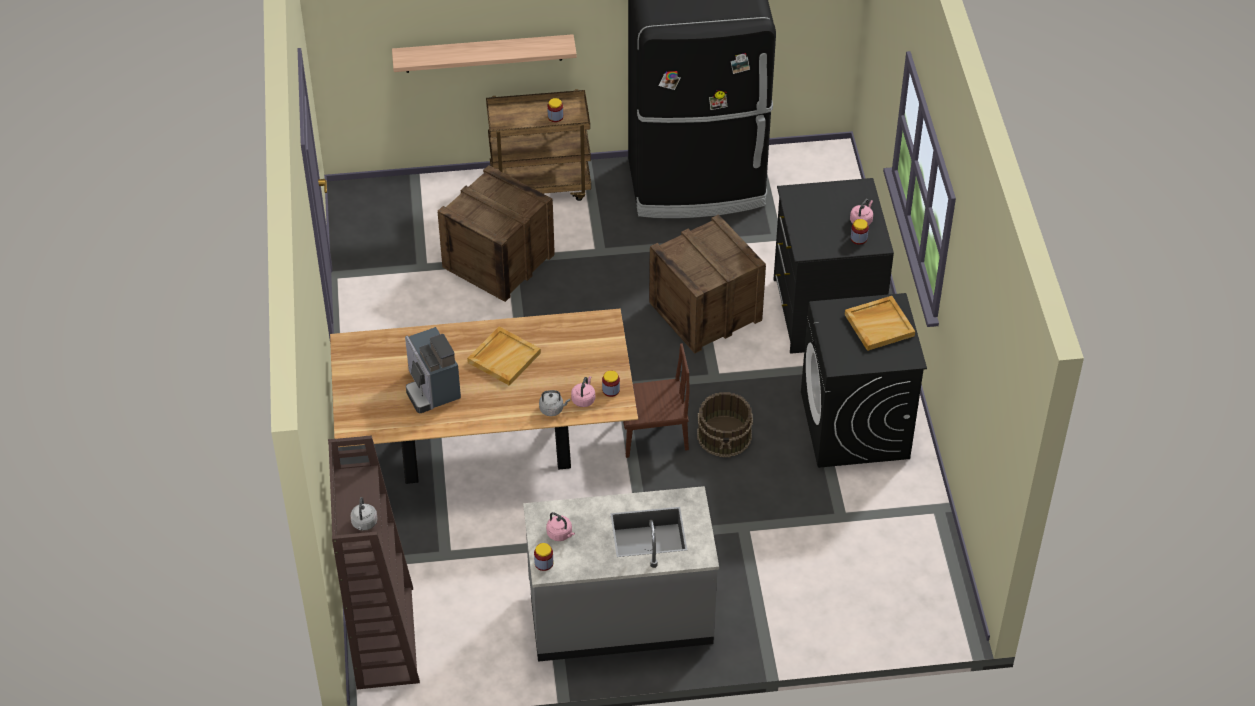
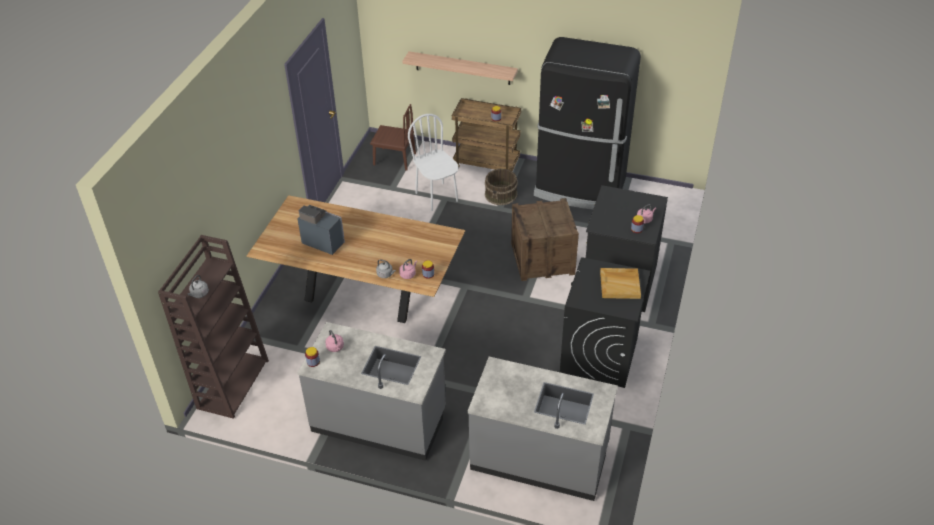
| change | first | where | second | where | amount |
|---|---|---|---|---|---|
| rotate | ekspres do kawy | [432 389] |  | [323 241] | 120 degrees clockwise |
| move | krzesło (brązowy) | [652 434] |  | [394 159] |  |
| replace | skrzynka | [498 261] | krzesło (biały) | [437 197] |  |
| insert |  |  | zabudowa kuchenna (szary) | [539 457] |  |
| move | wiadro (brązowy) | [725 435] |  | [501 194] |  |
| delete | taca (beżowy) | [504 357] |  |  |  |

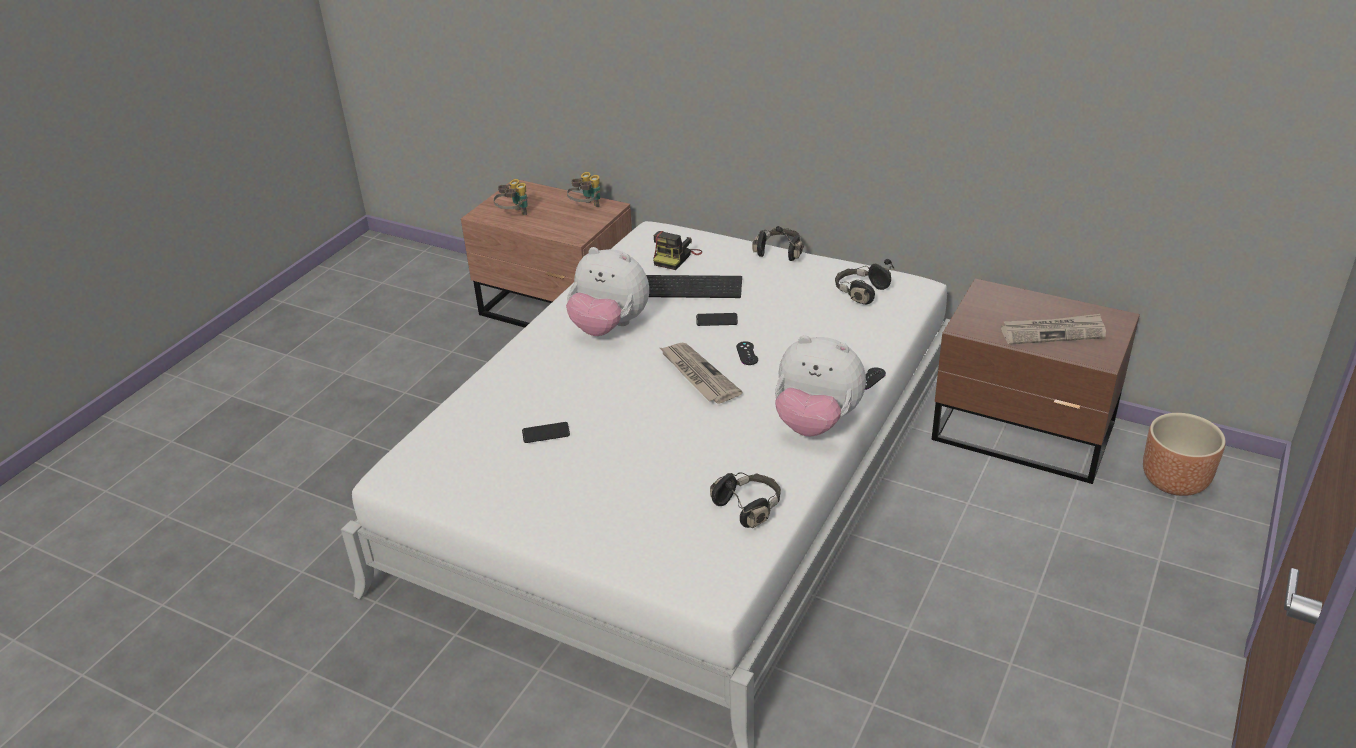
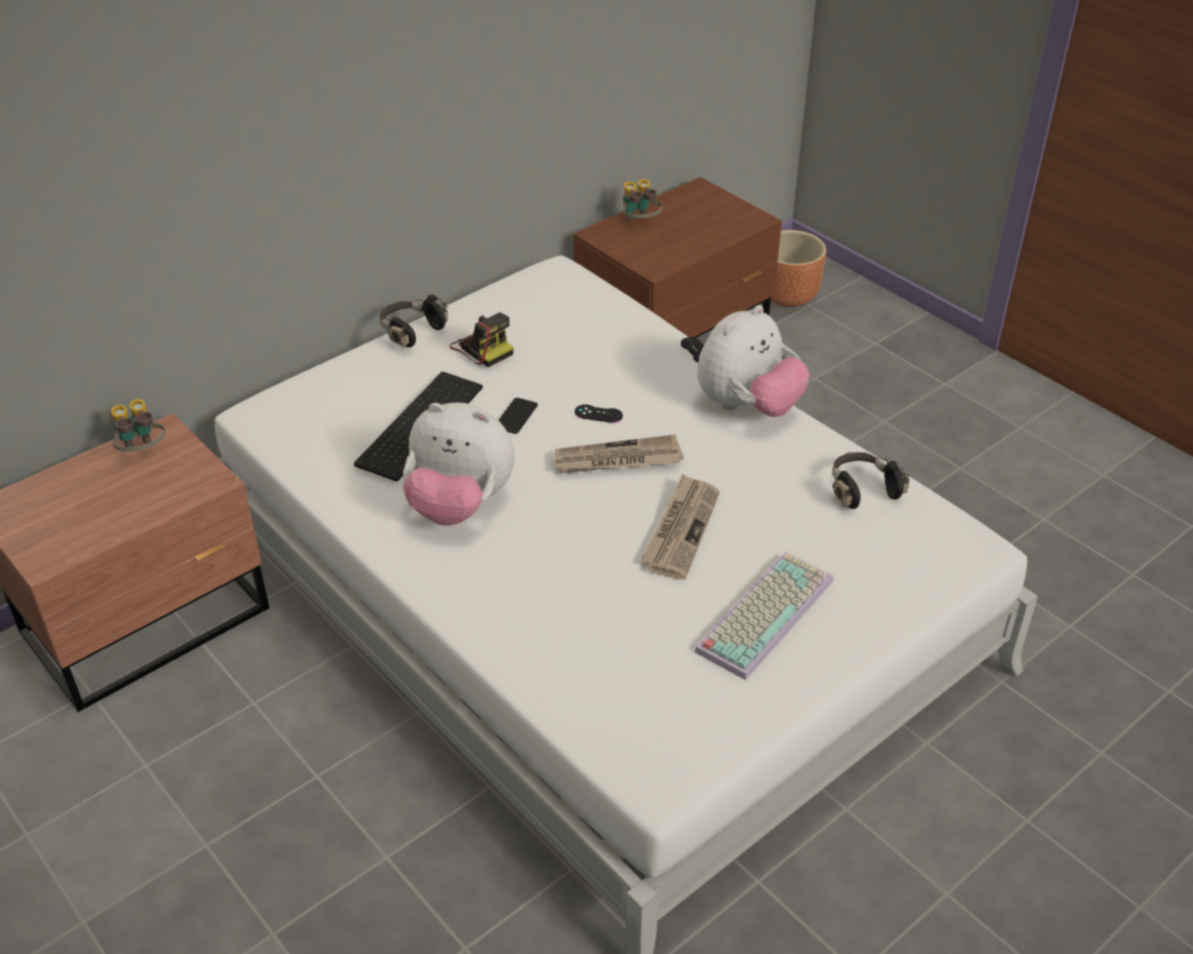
| change | first | where | second | where | amount |
|---|---|---|---|---|---|
| rotate | pluszak | [609 327] |  | [459 505] | 60 degrees clockwise |
| move | aparat fotograficzny | [676 257] |  | [482 348] |  |
| move | lornetka | [514 215] |  | [639 224] |  |
| move | gazeta | [1053 332] |  | [680 529] |  |
| insert |  |  | klawiatura | [764 612] |  |
| delete | telefon | [546 433] |  |  |  |
| delete | słuchawki (czarny) | [861 292] |  |  |  |

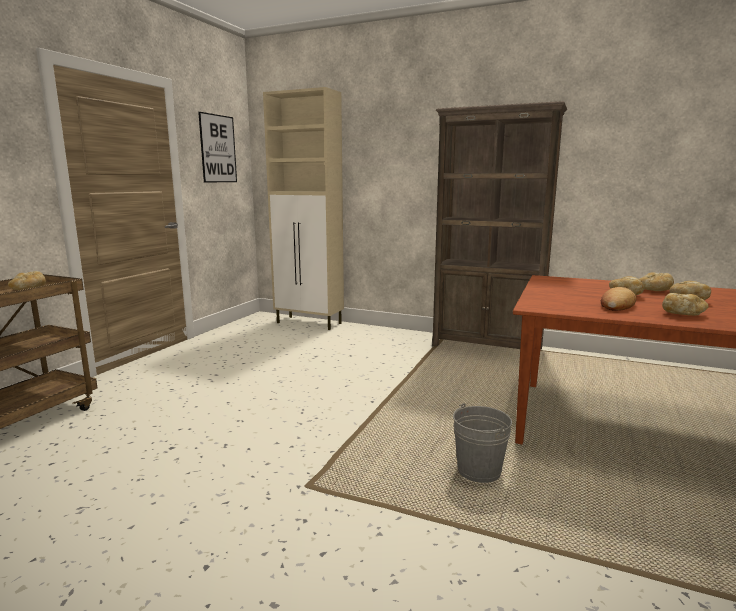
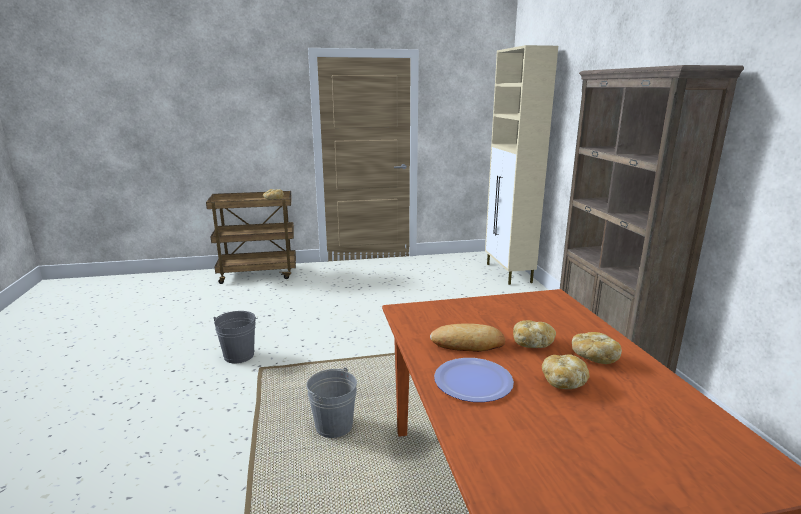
| change | first | where | second | where | amount |
|---|---|---|---|---|---|
| insert |  |  | wiadro (szary) | [239 355] |  |
| replace | chleb | [682 314] | talerz | [473 381] |  |
| delete | obraz | [218 149] |  |  |  |

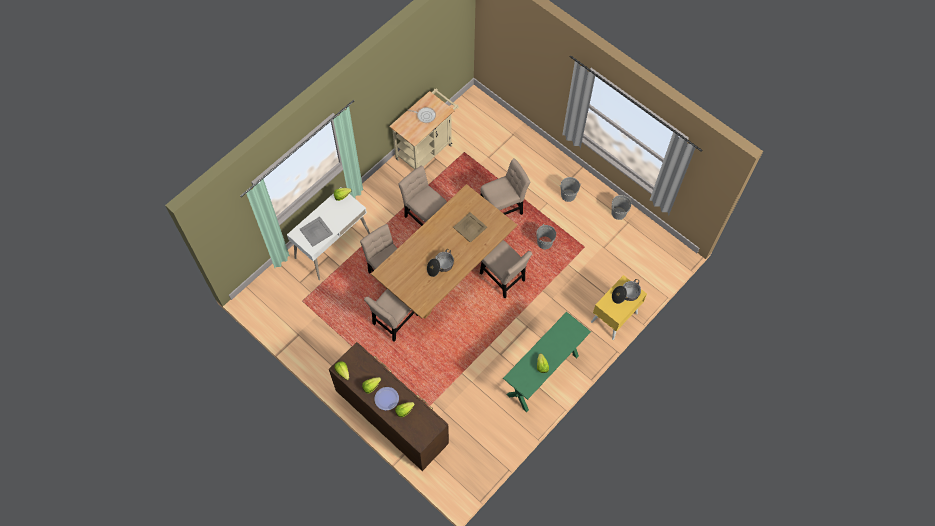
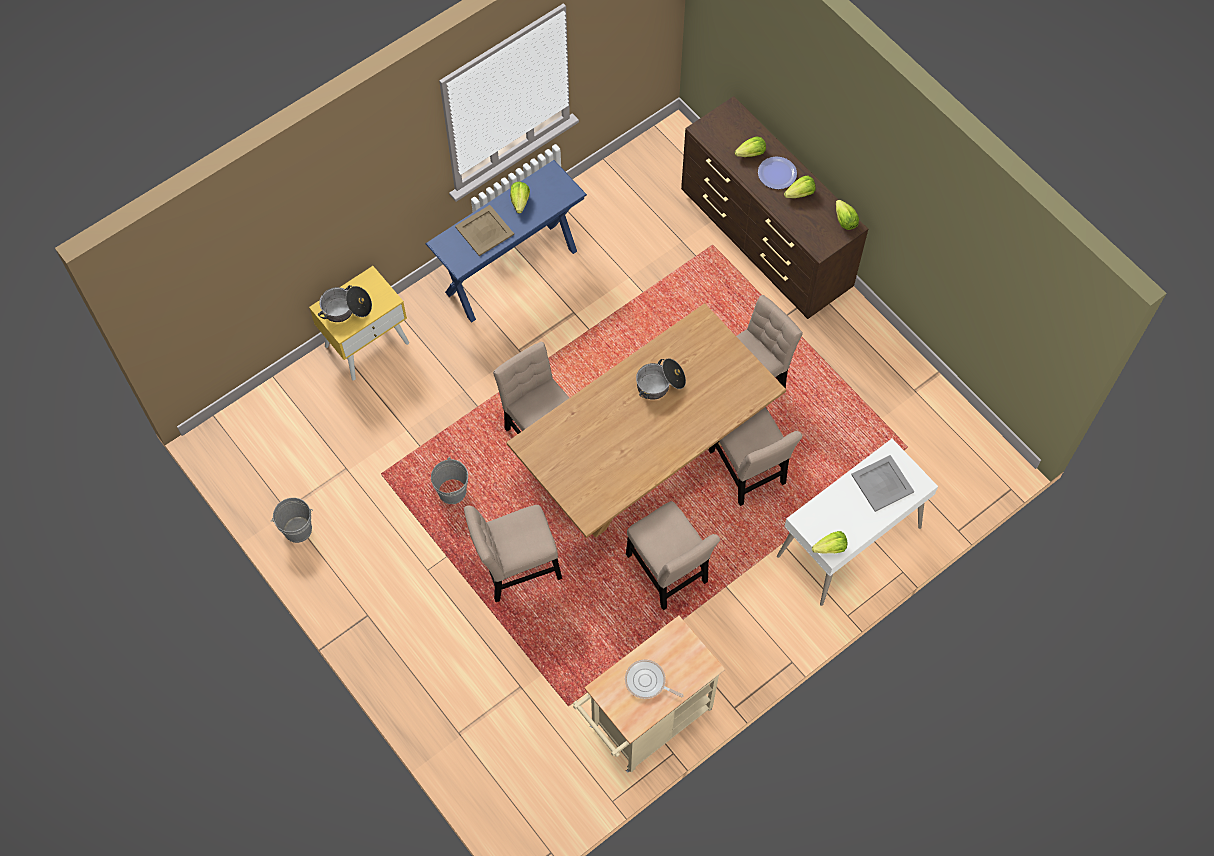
| change | first | where | second | where | amount |
|---|---|---|---|---|---|
| recolor | stolik konsolowy (zielony) | [542 375] | stolik konsolowy (niebieski) | [511 271] |  |
| move | taca (beżowy) | [470 227] |  | [484 231] |  |
| delete | wiadro (szary) | [568 195] |  |  |  |

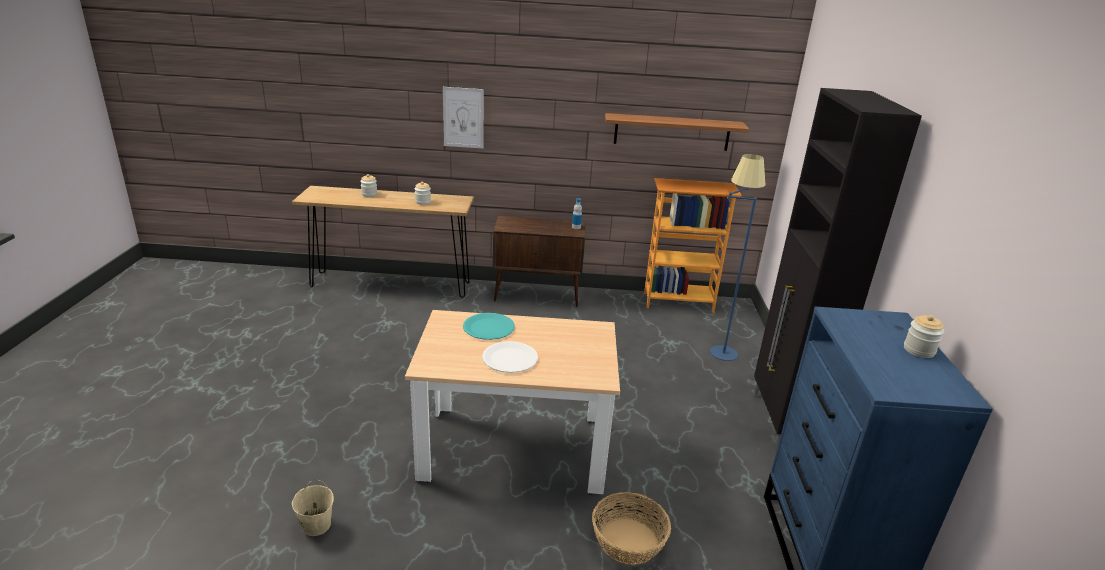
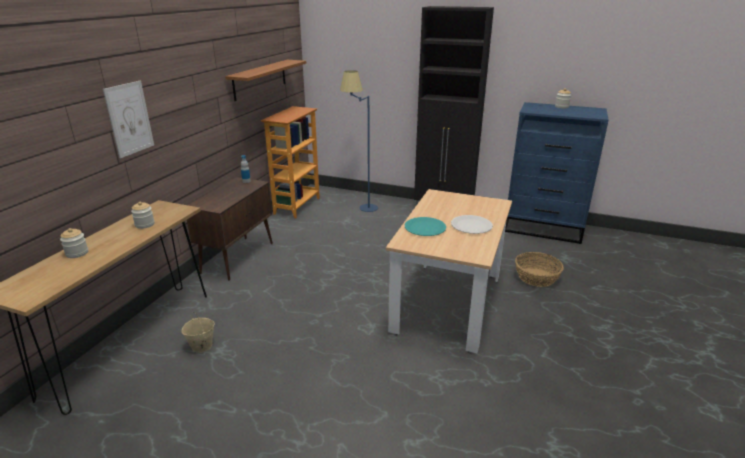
| change | first | where | second | where | amount |
|---|---|---|---|---|---|
| move | wiadro (beżowy) | [316 525] |  | [201 346] |  |

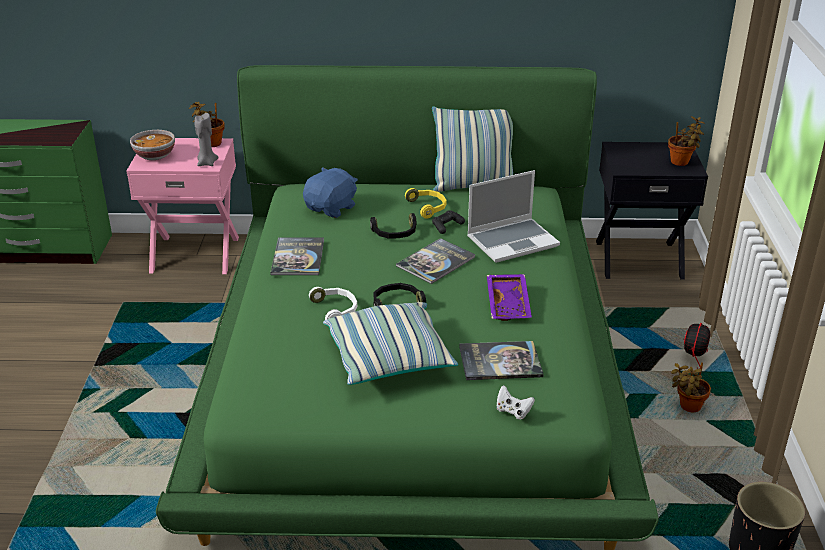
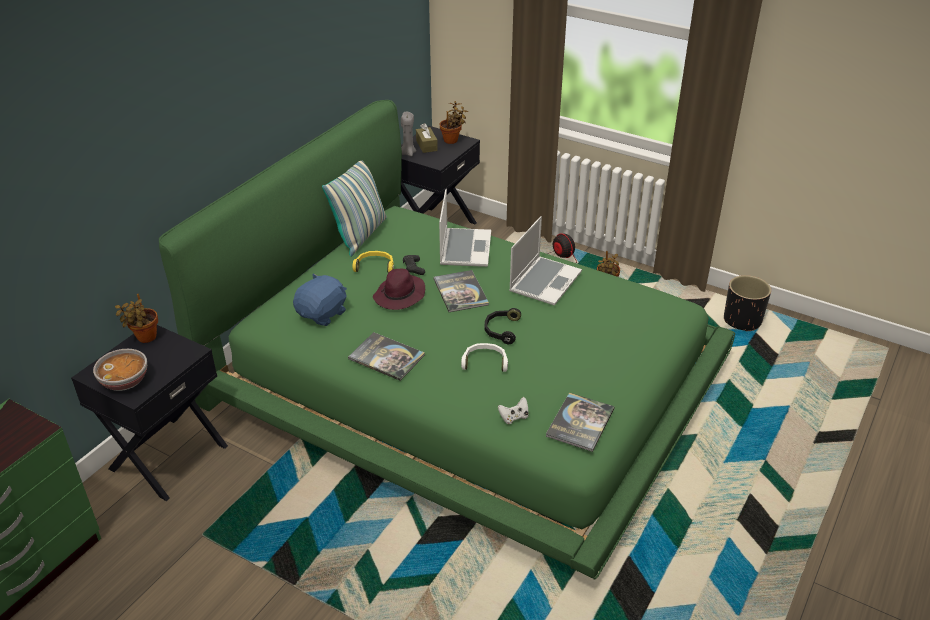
| change | first | where | second | where | amount |
|---|---|---|---|---|---|
| recolor | szafka nocna (różowy) | [195 254] | szafka nocna (czarny) | [167 456] |  |
| rotate | pluszak (niebieski) | [331 208] |  | [323 314] | 60 degrees clockwise |
| replace | słuchawki (czarny) | [395 233] | kapelusz (fioletowy) | [399 296] |  |
| move | świeca (szary) | [207 163] |  | [408 153] |  |
| insert |  |  | pudełko chusteczek (brązowy) | [426 145] |  |
| move | pad do gier (biały) | [513 411] |  | [514 417] |  |
| replace | taca (fioletowy) | [509 304] | laptop | [544 281] |  |
| move | książka | [500 362] |  | [580 422] |  |
| delete | poduszka | [389 359] |  |  |  |

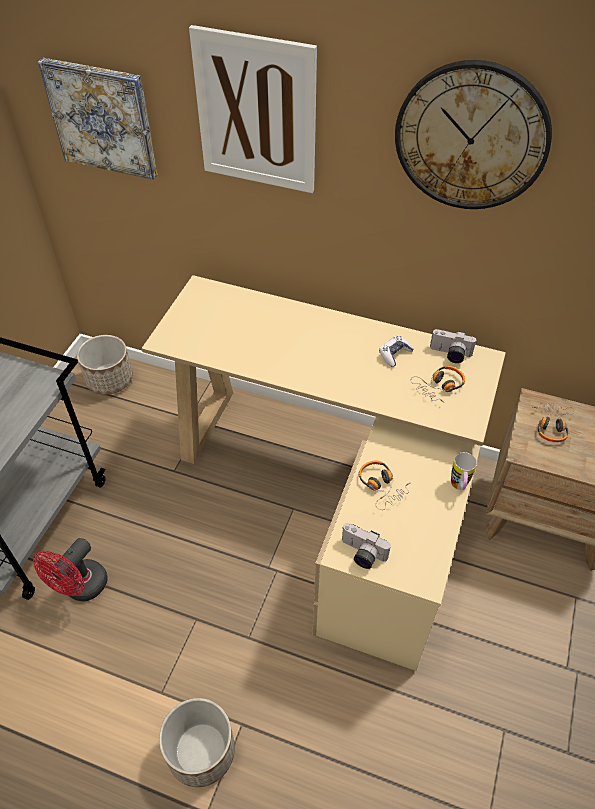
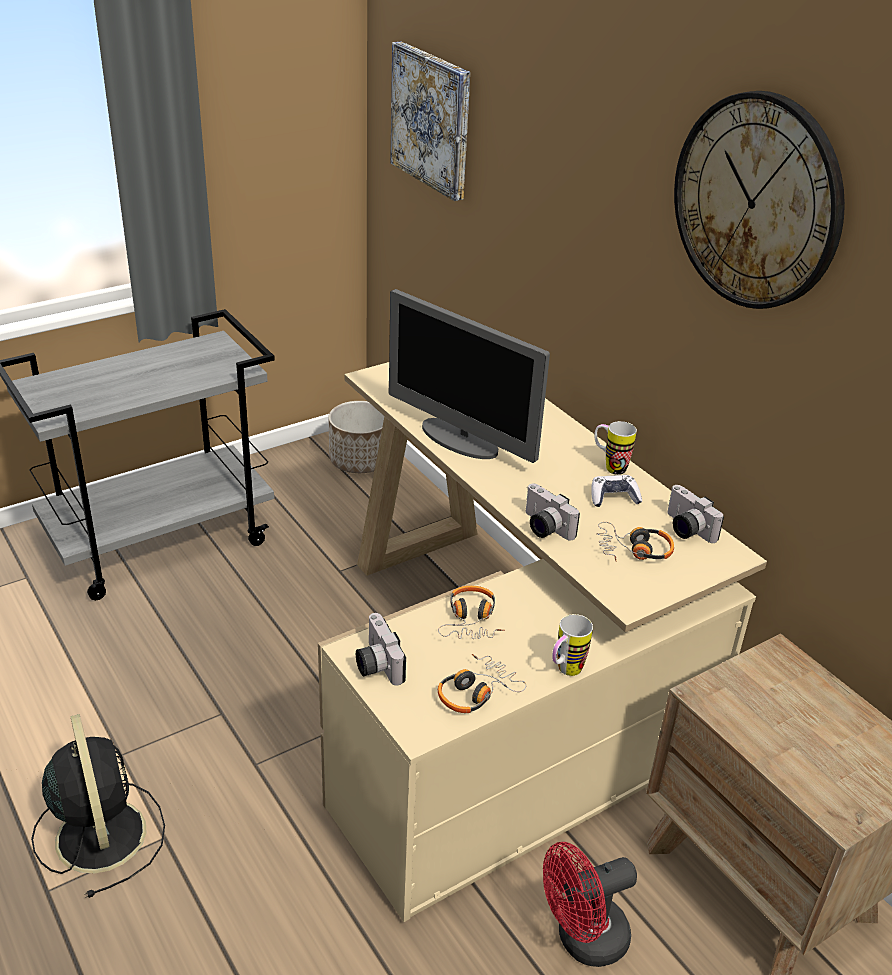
| change | first | where | second | where | amount |
|---|---|---|---|---|---|
| replace | donica | [200 751] | wentylator (czarny) | [100 832] |  |
| insert |  |  | monitor | [460 440] |  |
| move | słuchawki | [551 425] |  | [476 692] |  |
| insert |  |  | aparat fotograficzny | [543 528] |  |
| move | wentylator (czerwony) | [81 588] |  | [582 940] |  |
| insert |  |  | kubek | [609 467] |  |
| delete | obraz | [256 112] |  |  |  |

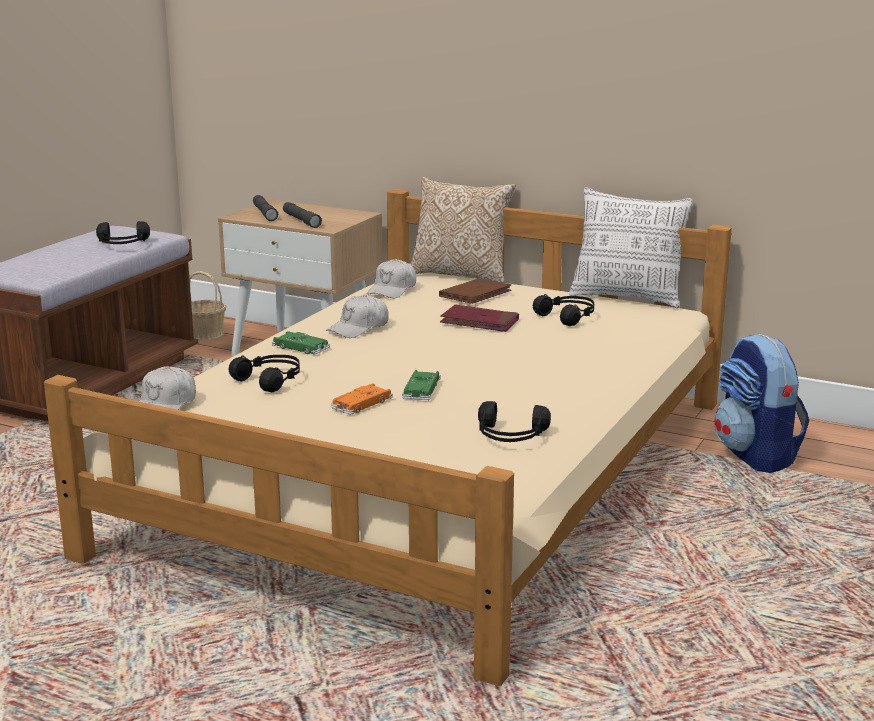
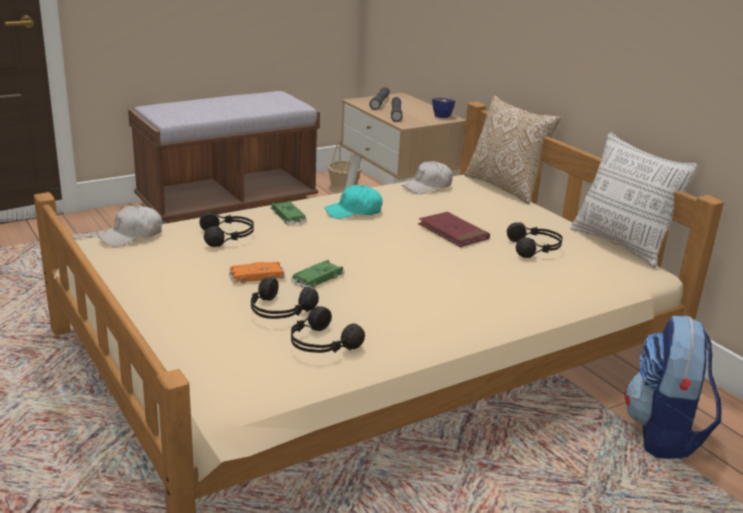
| change | first | where | second | where | amount |
|---|---|---|---|---|---|
| move | słuchawki (czarny) | [122 244] |  | [279 311] |  |
| recolor | czapka z daszkiem (biały) | [359 328] | czapka z daszkiem (turkusowy) | [354 212] |  |
| insert |  |  | filiżanka | [444 115] |  |
| delete | książka (brązowy) | [475 295] |  |  |  |

